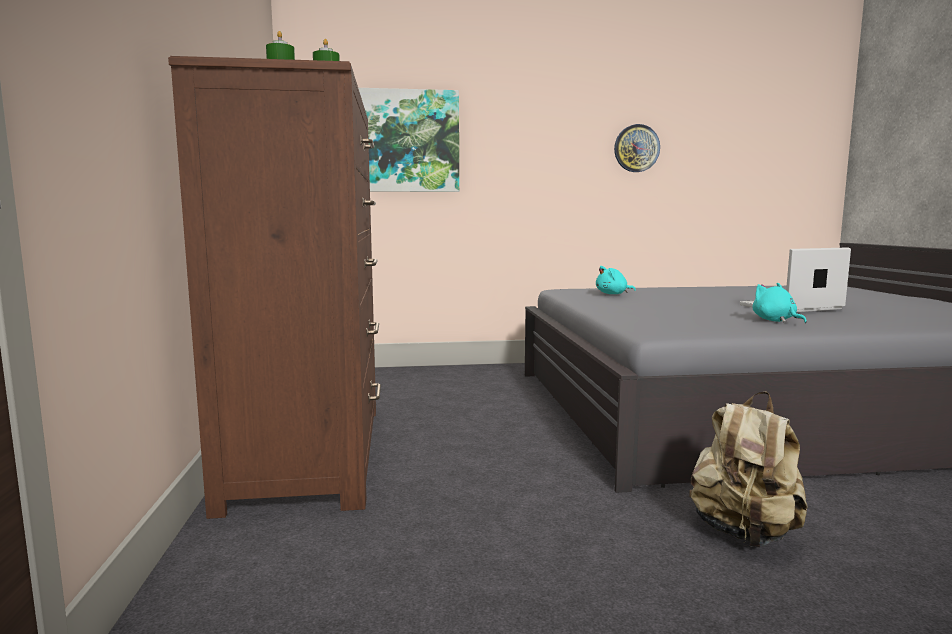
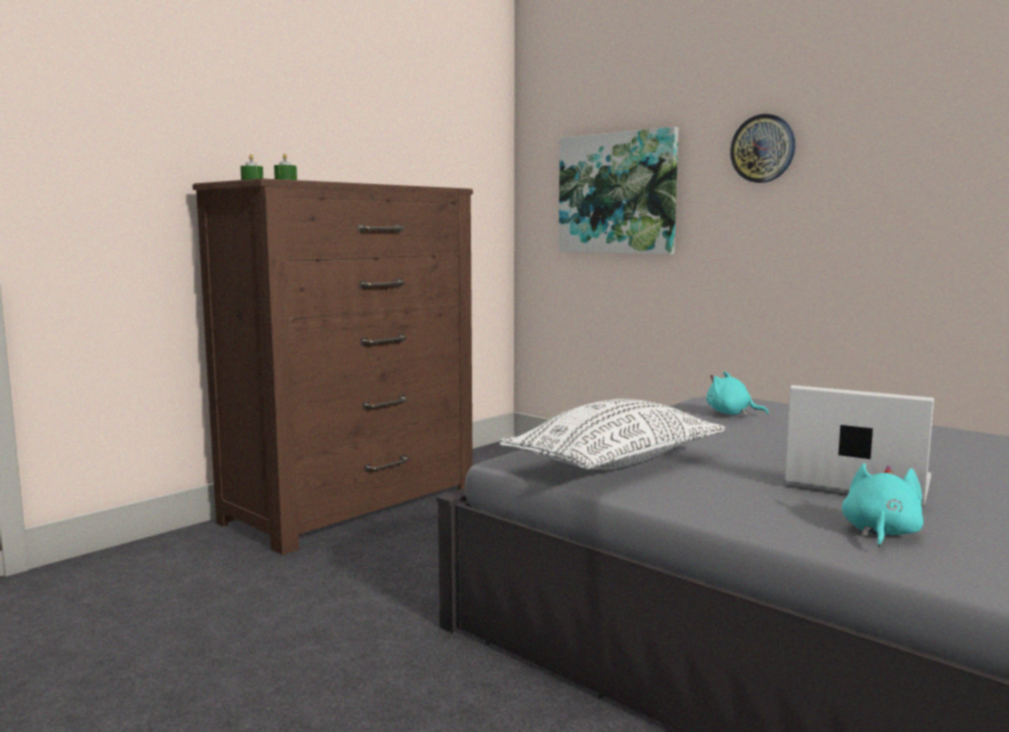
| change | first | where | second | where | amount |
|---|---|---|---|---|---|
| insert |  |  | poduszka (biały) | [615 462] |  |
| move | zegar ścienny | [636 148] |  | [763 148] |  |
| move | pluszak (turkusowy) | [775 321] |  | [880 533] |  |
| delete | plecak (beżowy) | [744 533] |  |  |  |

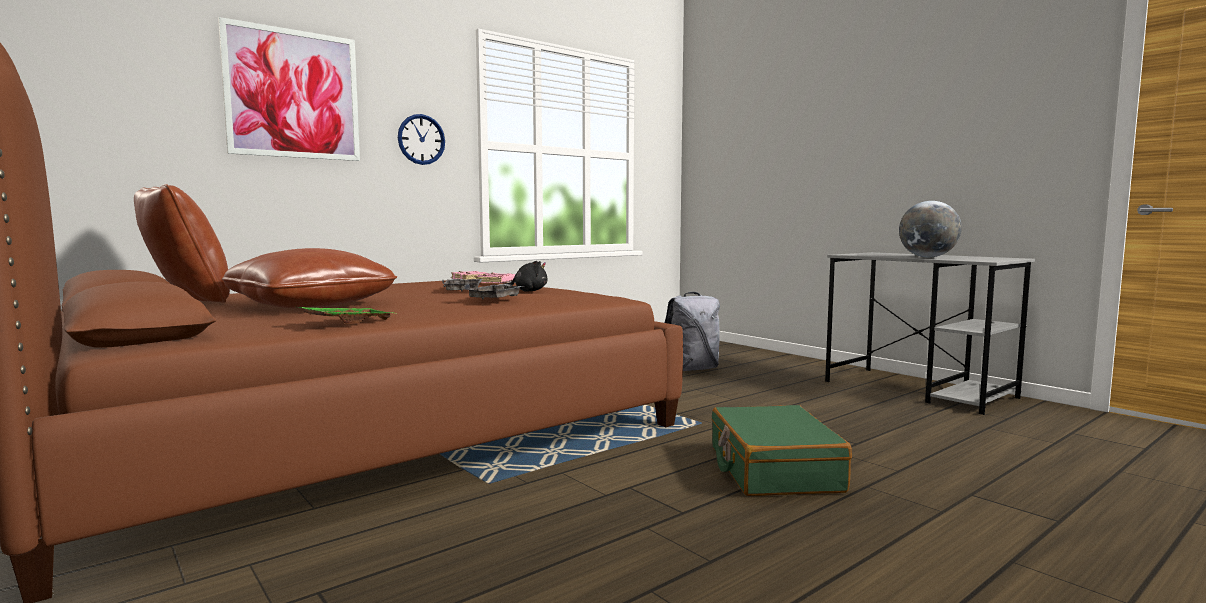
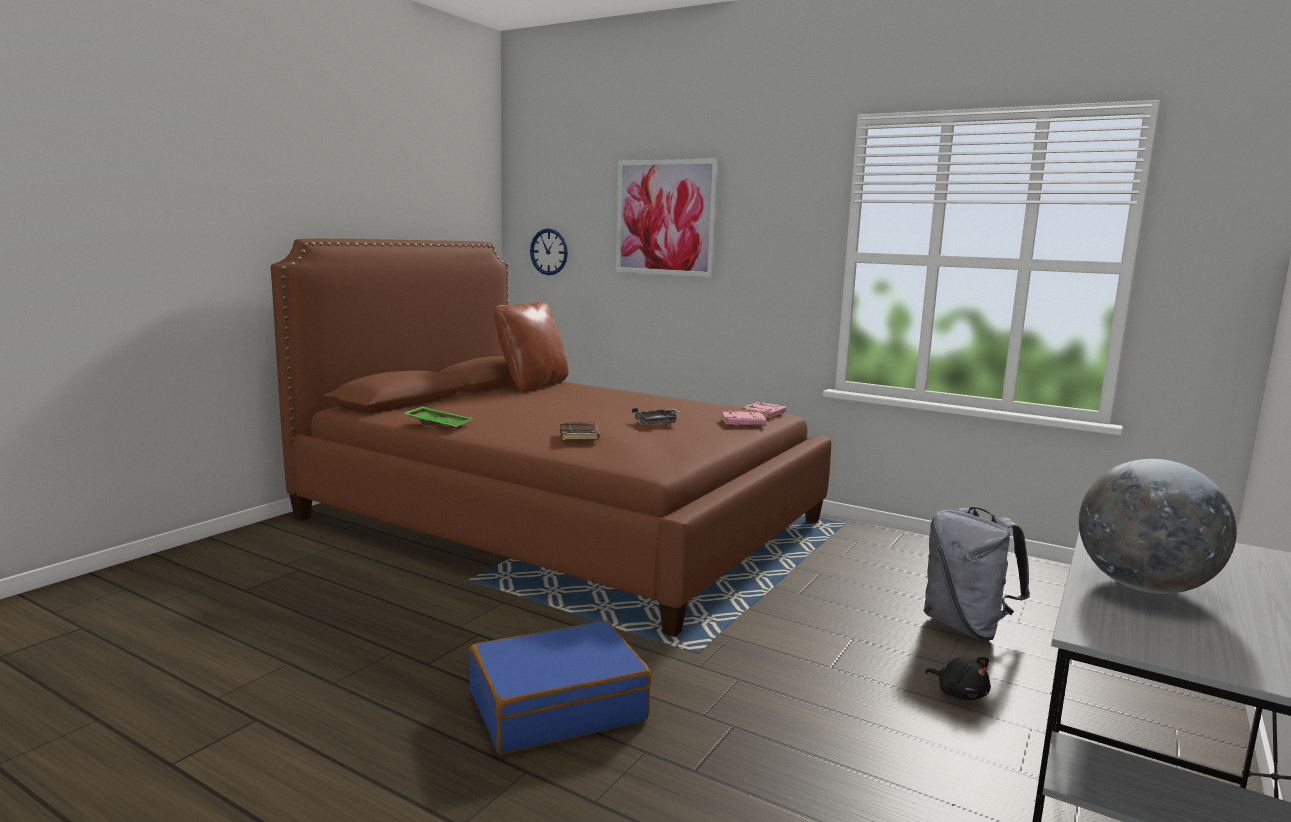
| change | first | where | second | where | amount |
|---|---|---|---|---|---|
| recolor | walizka (zielony) | [773 469] | walizka (niebieski) | [557 706] |  |
| move | zegar ścienny | [421 139] |  | [549 252] |  |
| replace | taca (szary) | [496 298] | książka (brązowy) | [580 436] |  |
| move | pluszak (czarny) | [528 291] |  | [959 693] |  |
| delete | poduszka (brązowy) | [311 305] |  |  |  |

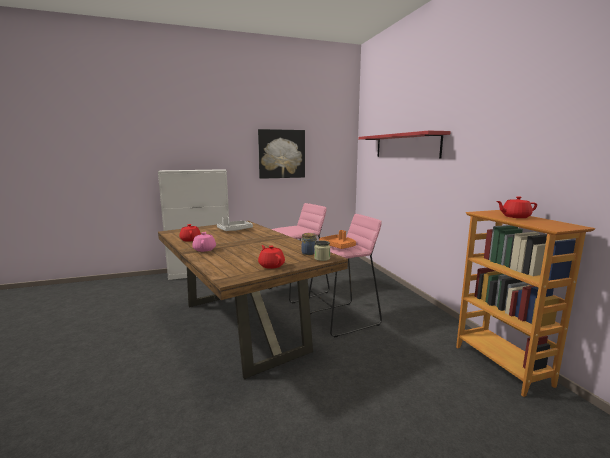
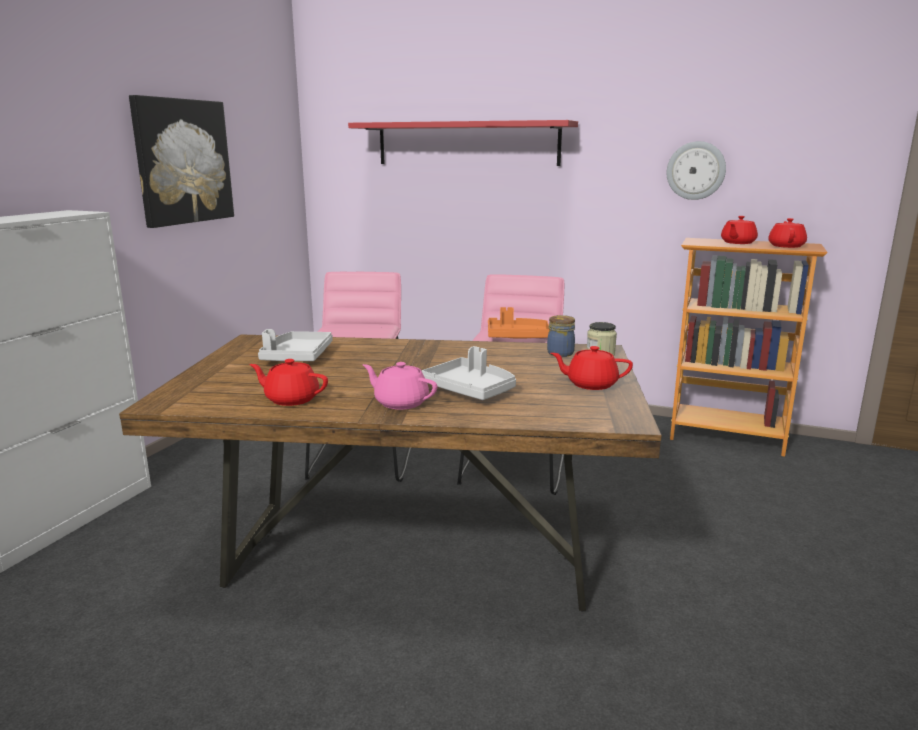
| change | first | where | second | where | amount |
|---|---|---|---|---|---|
| insert |  |  | taca (szary) | [470 390] |  |
| insert |  |  | zegar ścienny | [695 170] |  |
| insert |  |  | imbryk (czerwony) | [786 246] |  |

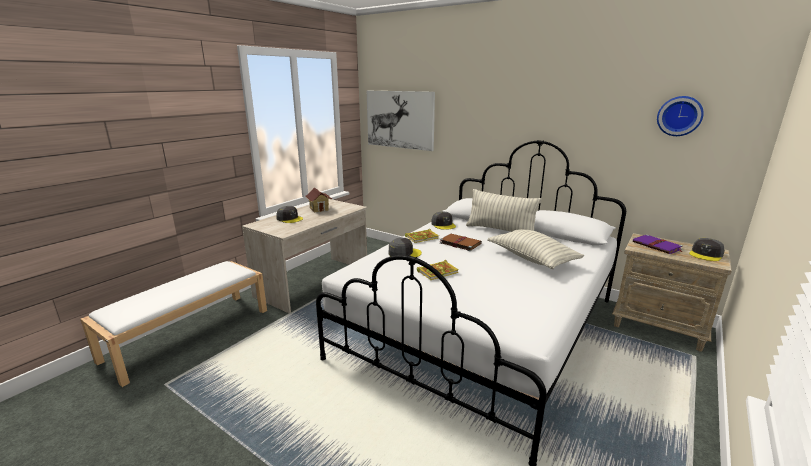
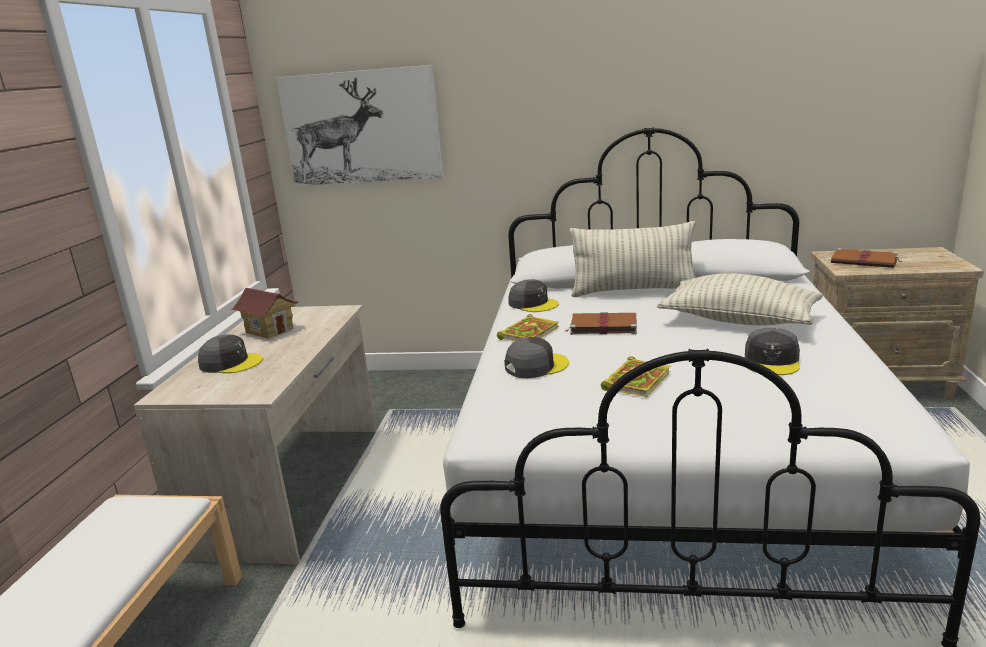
| change | first | where | second | where | amount |
|---|---|---|---|---|---|
| move | czapka z daszkiem (szary) | [706 254] |  | [771 361] |  |
| recolor | książka (fioletowy) | [657 246] | książka (brązowy) | [865 261] |  |
| delete | zegar ścienny | [679 116] |  |  |  |

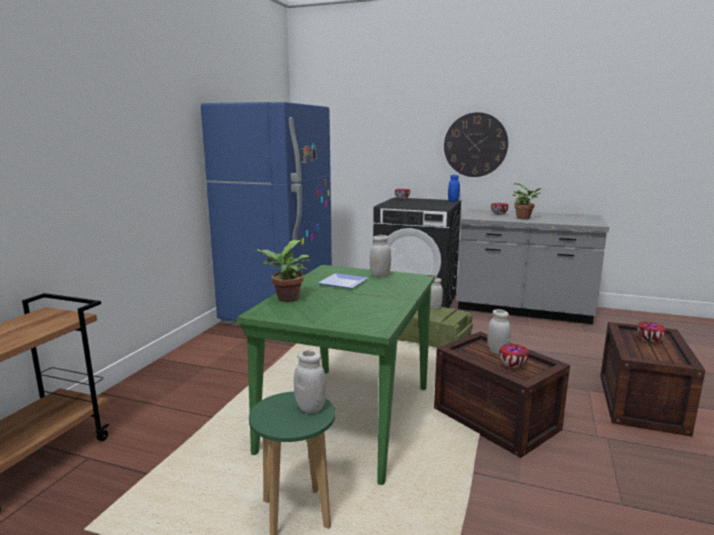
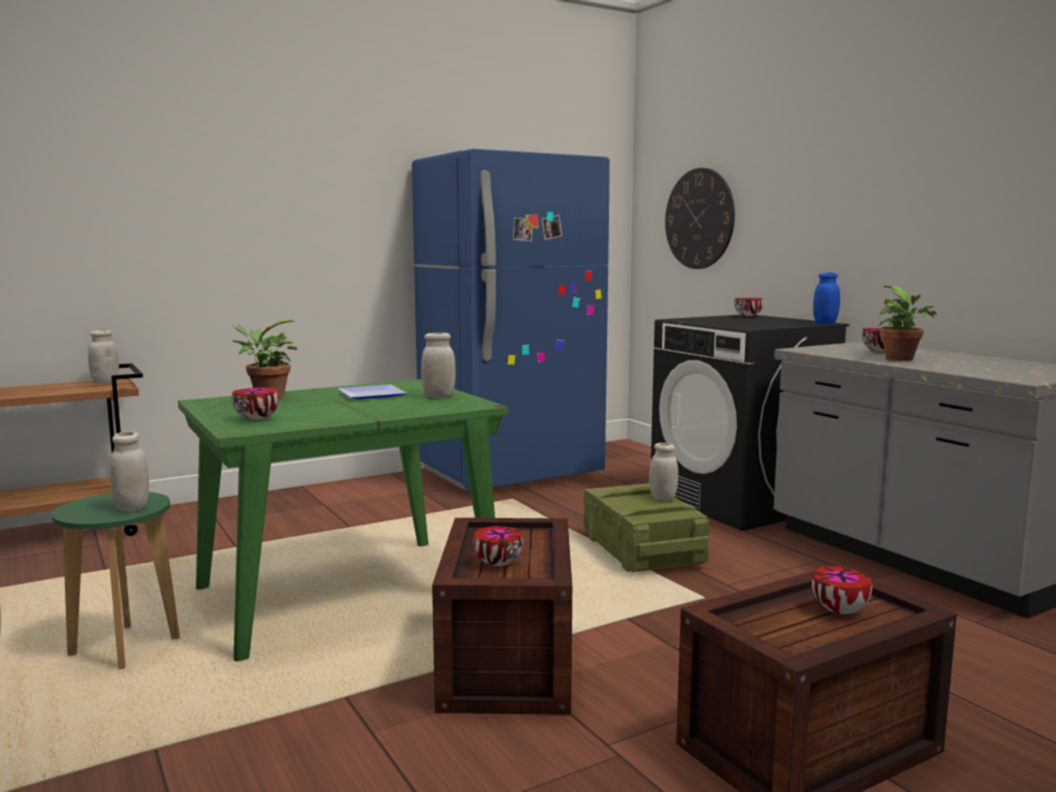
| change | first | where | second | where | amount |
|---|---|---|---|---|---|
| move | słoik (biały) | [497 351] |  | [105 382] |  |
| insert |  |  | miska | [258 419] |  |
| move | zegar ścienny | [475 145] |  | [699 219] |  |

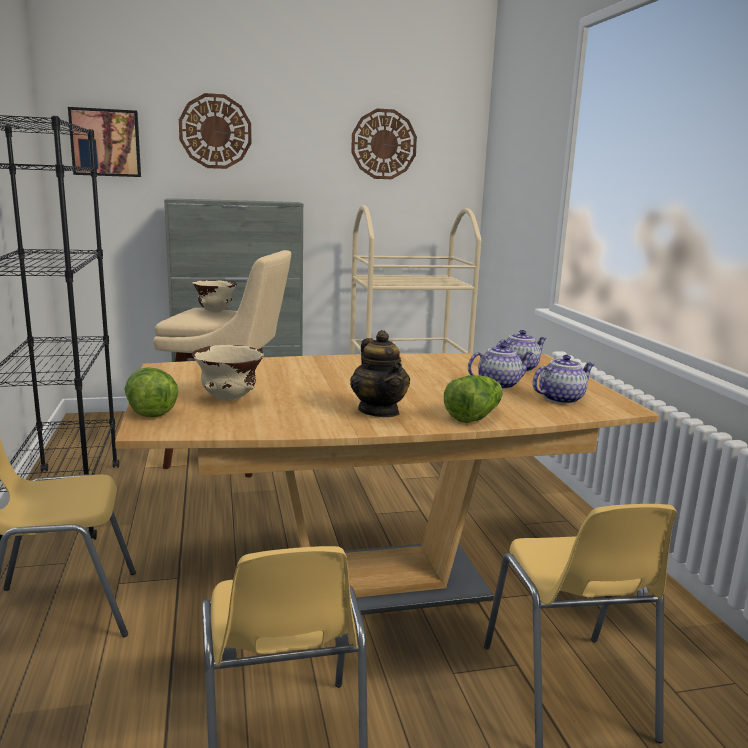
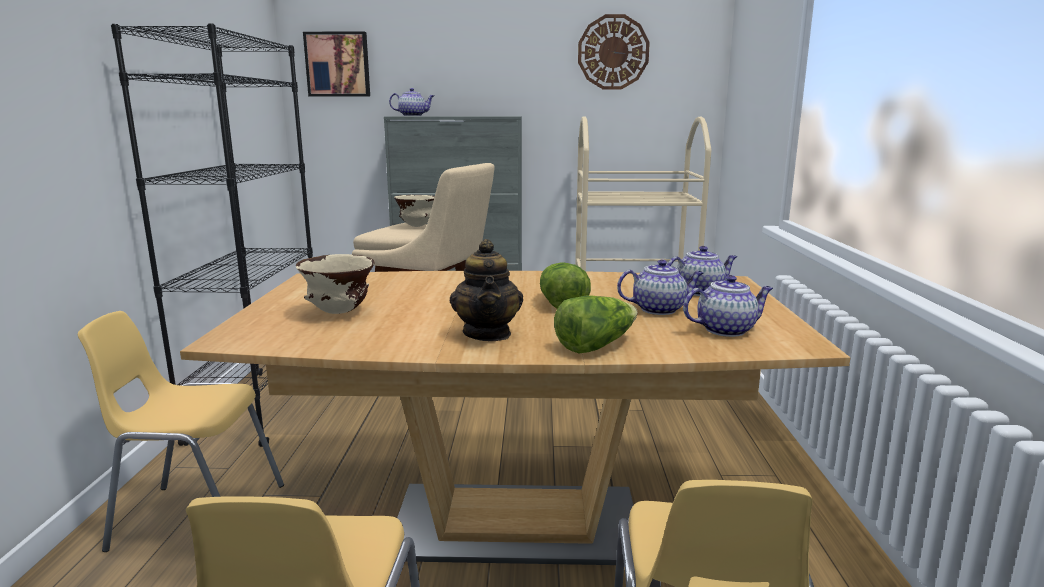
| change | first | where | second | where | amount |
|---|---|---|---|---|---|
| insert |  |  | imbryk | [413 116] |  |
| move | sałata | [150 409] |  | [561 304] |  |
| delete | zegar ścienny | [215 131] |  |  |  |

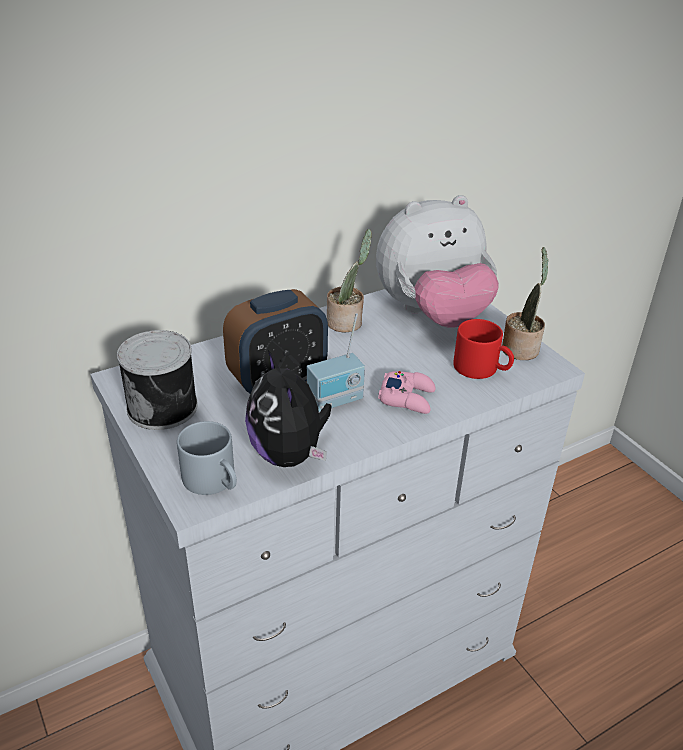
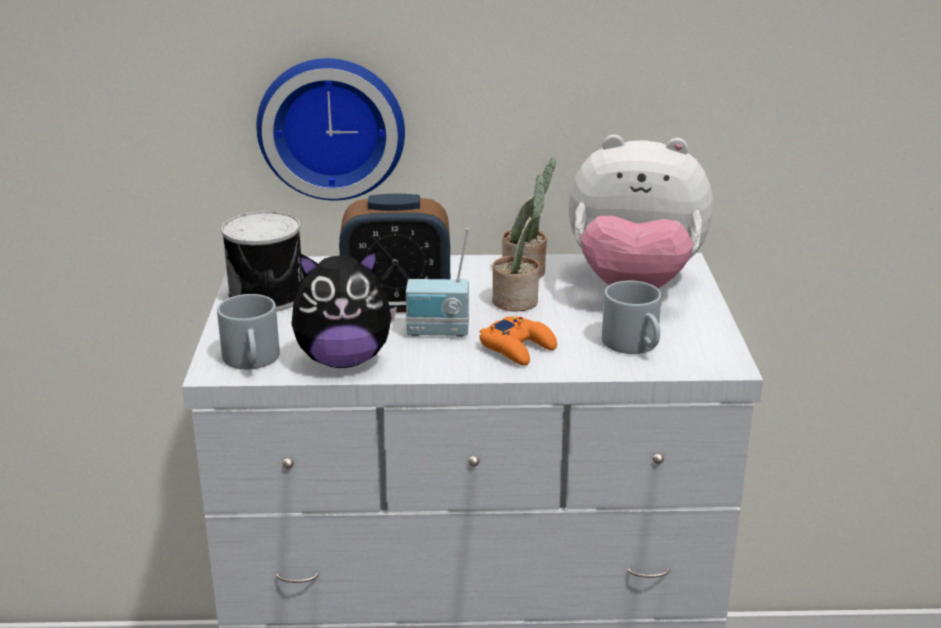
| change | first | where | second | where | amount |
|---|---|---|---|---|---|
| insert |  |  | zegar ścienny | [332 126] |  |
| rotate | pluszak | [289 454] |  | [344 360] | 105 degrees counterclockwise |
| recolor | pad do gier (różowy) | [407 397] | pad do gier (pomarańczowy) | [518 348] |  |
| move | roślina doniczkowa | [521 348] |  | [518 300] |  |
| recolor | kubek (czerwony) | [482 368] | kubek (szary) | [636 345] |  |

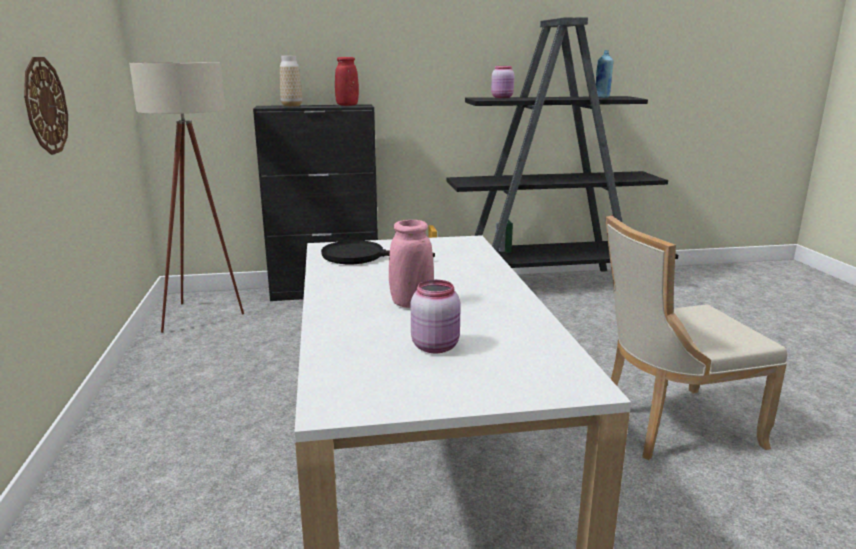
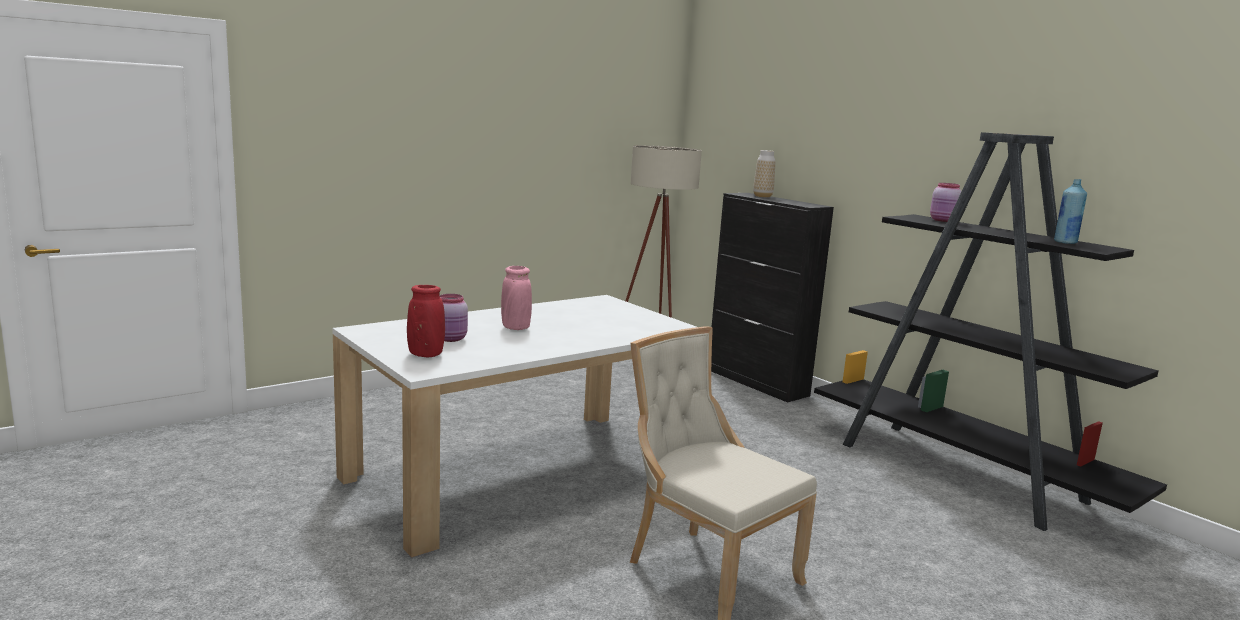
| change | first | where | second | where | amount |
|---|---|---|---|---|---|
| move | wazon (czerwony) | [347 105] |  | [426 354] |  |
| delete | zegar ścienny | [45 106] |  |  |  |
| delete | patelnia (czarny) | [362 257] |  |  |  |

